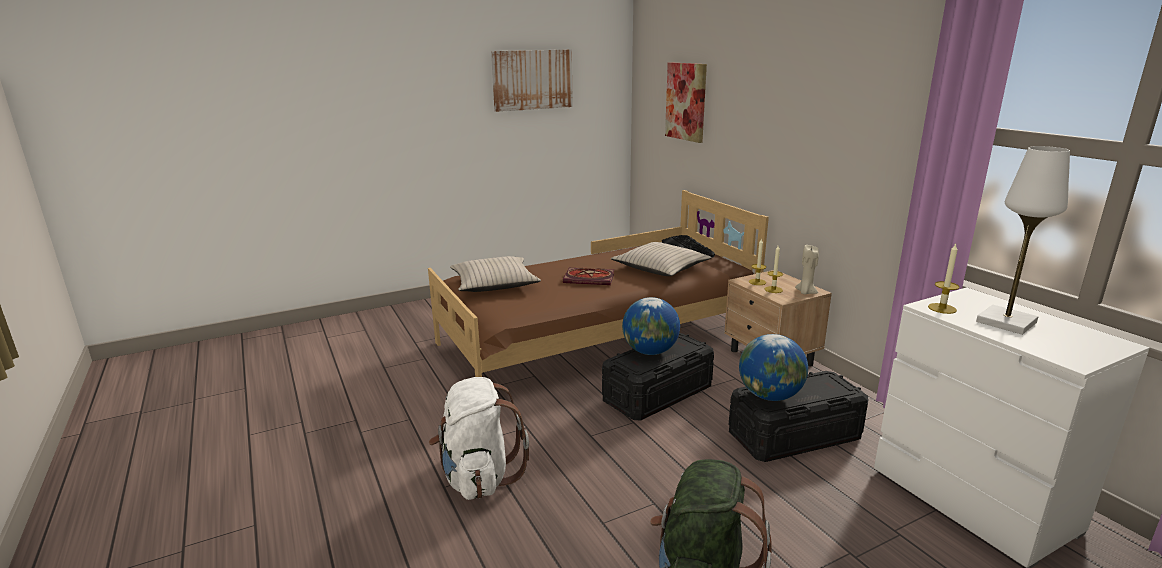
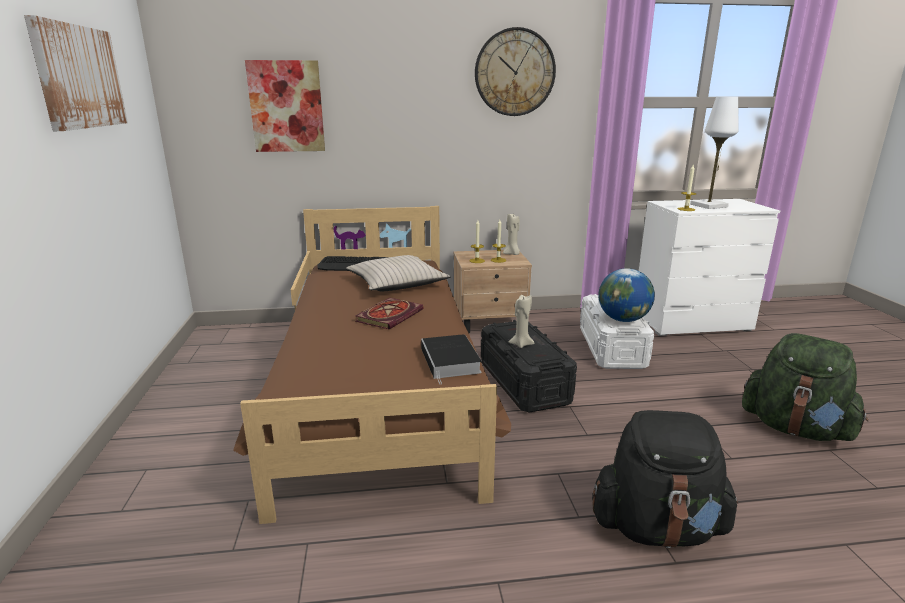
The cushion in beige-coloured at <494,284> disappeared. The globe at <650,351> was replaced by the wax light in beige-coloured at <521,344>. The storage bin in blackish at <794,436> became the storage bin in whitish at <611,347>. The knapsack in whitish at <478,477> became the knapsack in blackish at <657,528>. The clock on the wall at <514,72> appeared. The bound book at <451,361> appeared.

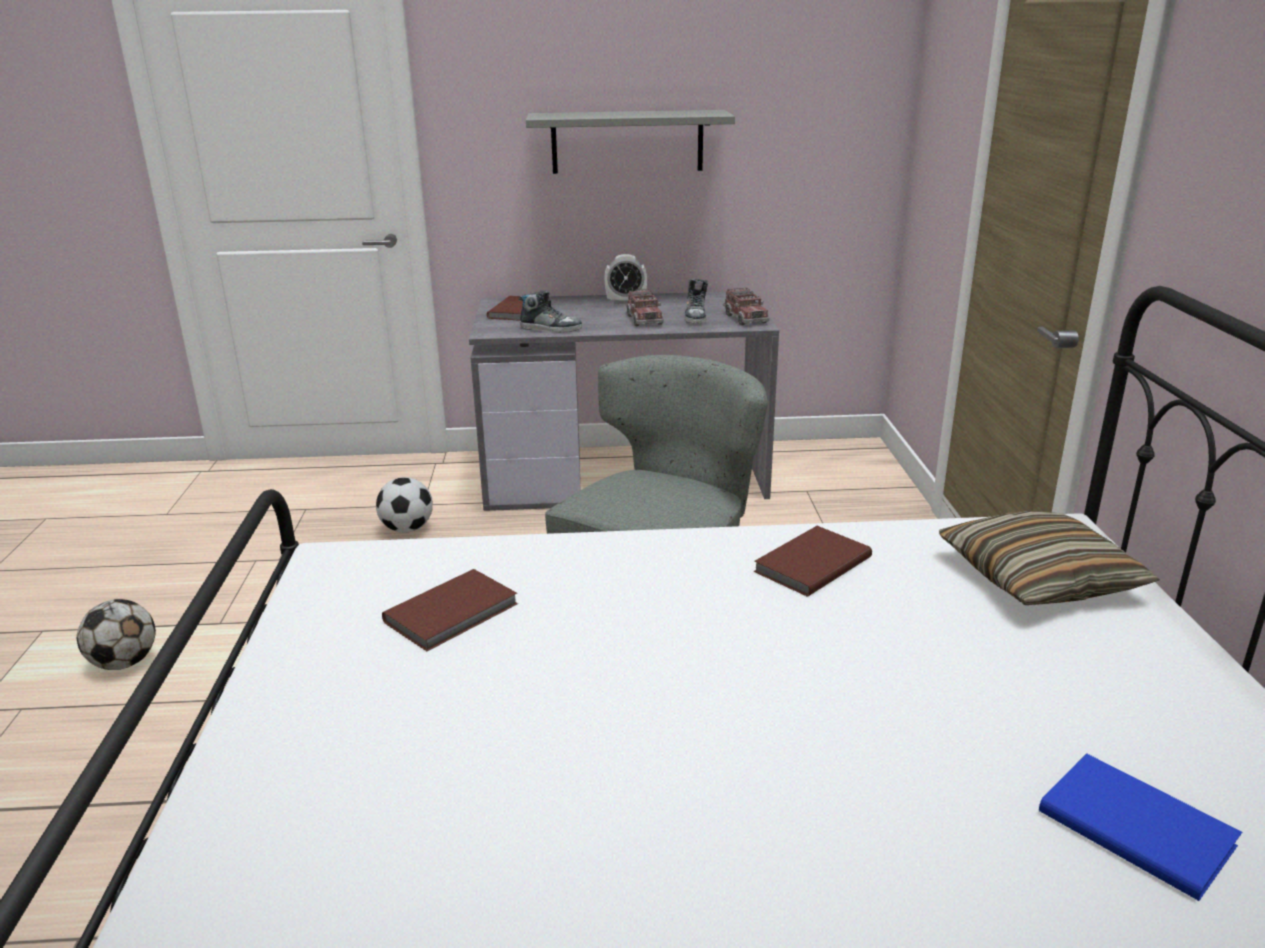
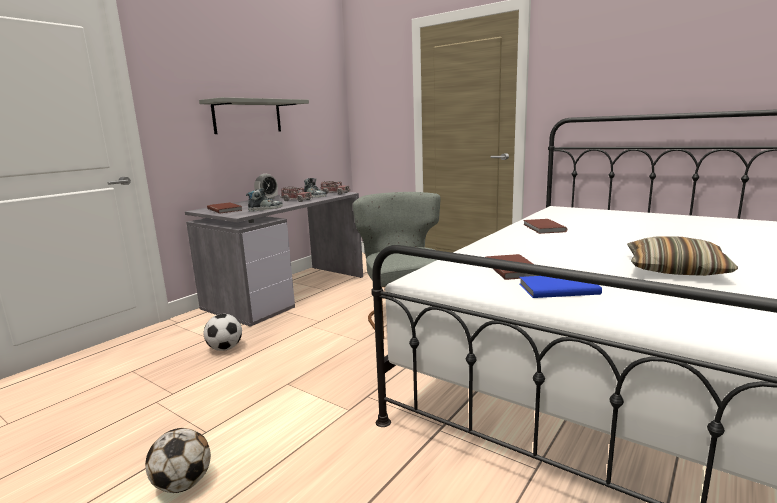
The cushion moved from <1038,578> to <675,269>. The bound book in blue-coloured moved from <1135,825> to <556,288>.

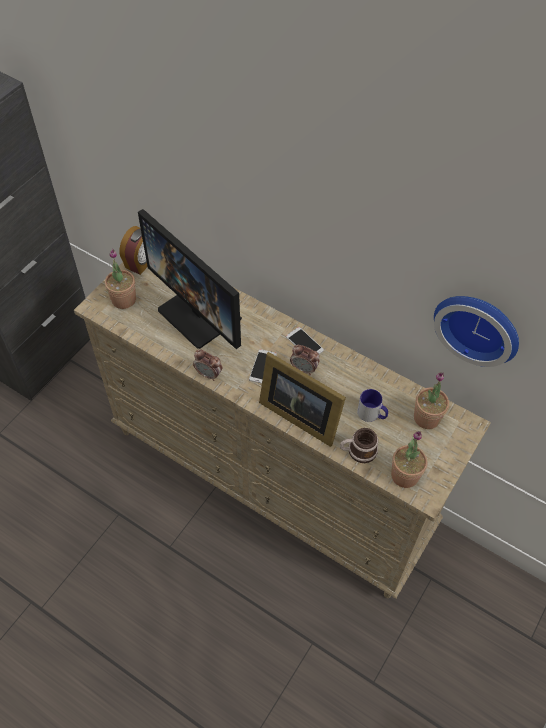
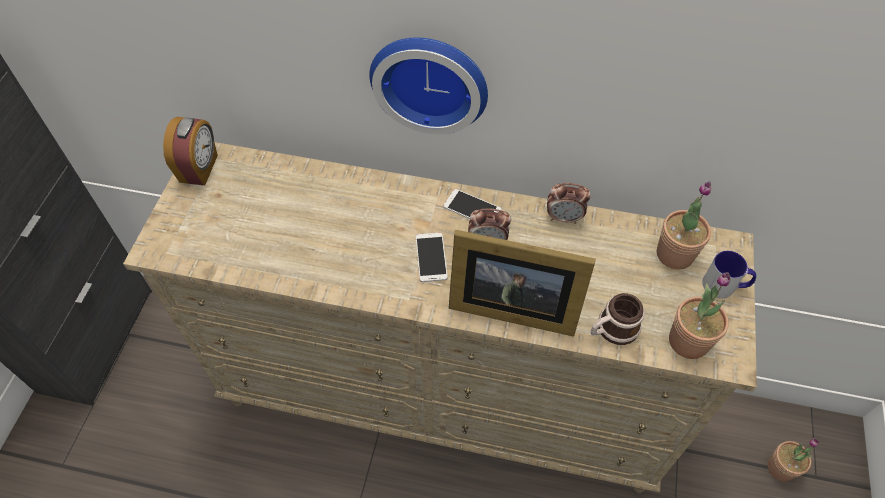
The computer display at <200,314> disappeared. The houseplant moved from <123,299> to <780,468>. The clock on the wall moved from <479,325> to <430,79>. The bedside clock moved from <208,374> to <564,218>. The tea mug moved from <372,414> to <725,286>.

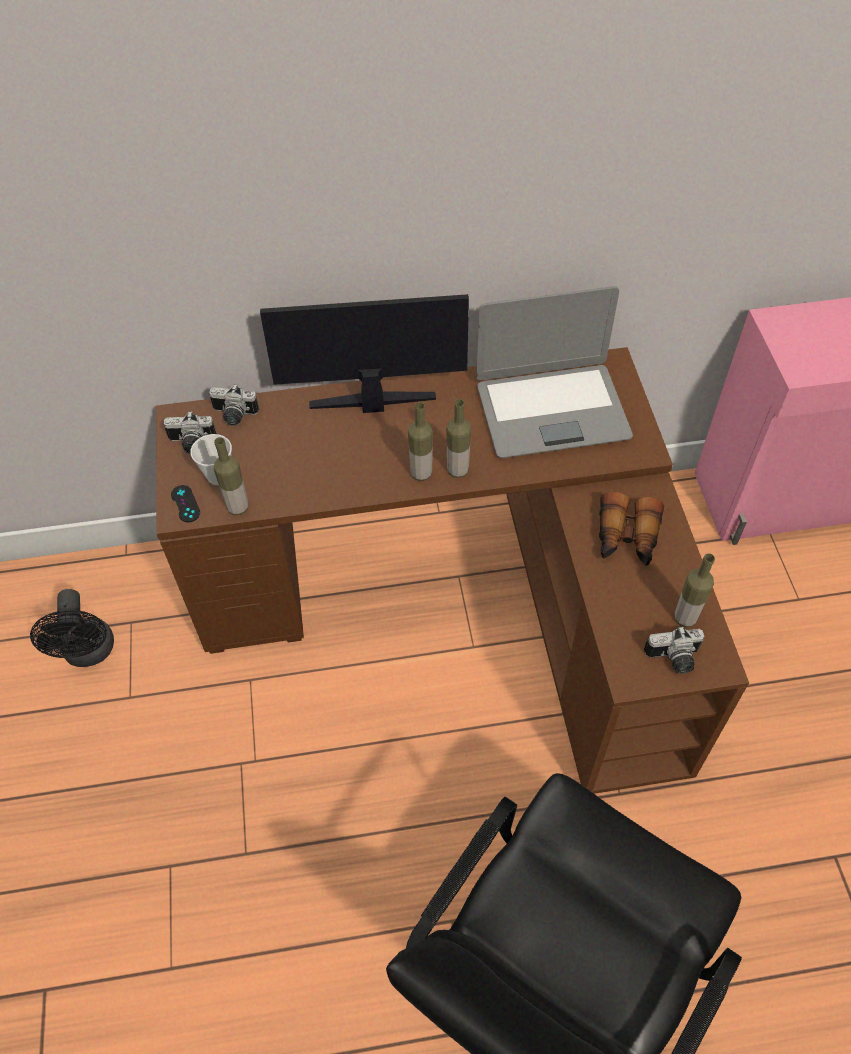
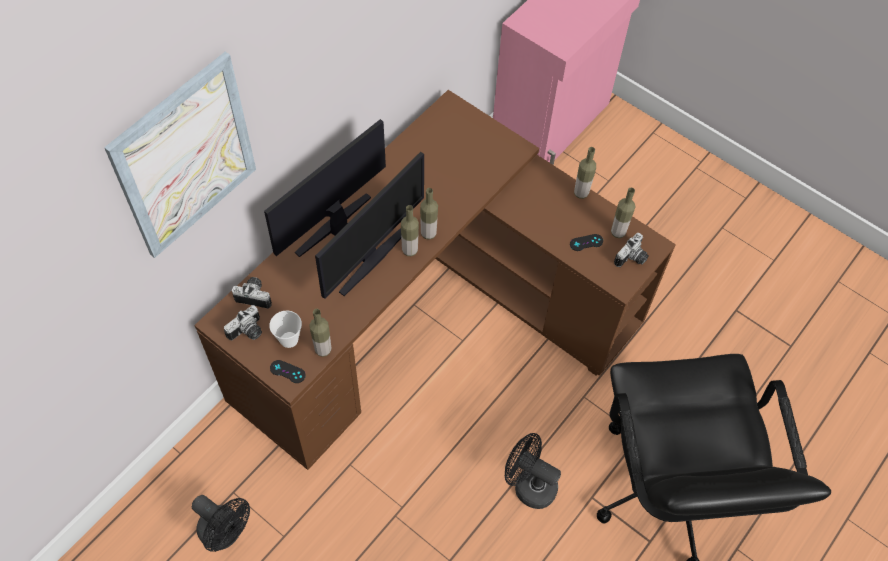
The portable computer at <551,410> disappeared. The still camera at <233,416> turned 135 degrees counterclockwise. The pair of binoculars at <626,538> disappeared. The picture at <185,157> appeared. The bottle at <581,193> appeared. The computer display at <372,258> appeared. The gamepad in blackish at <586,242> appeared. The cooling fan in blackish at <529,484> appeared.

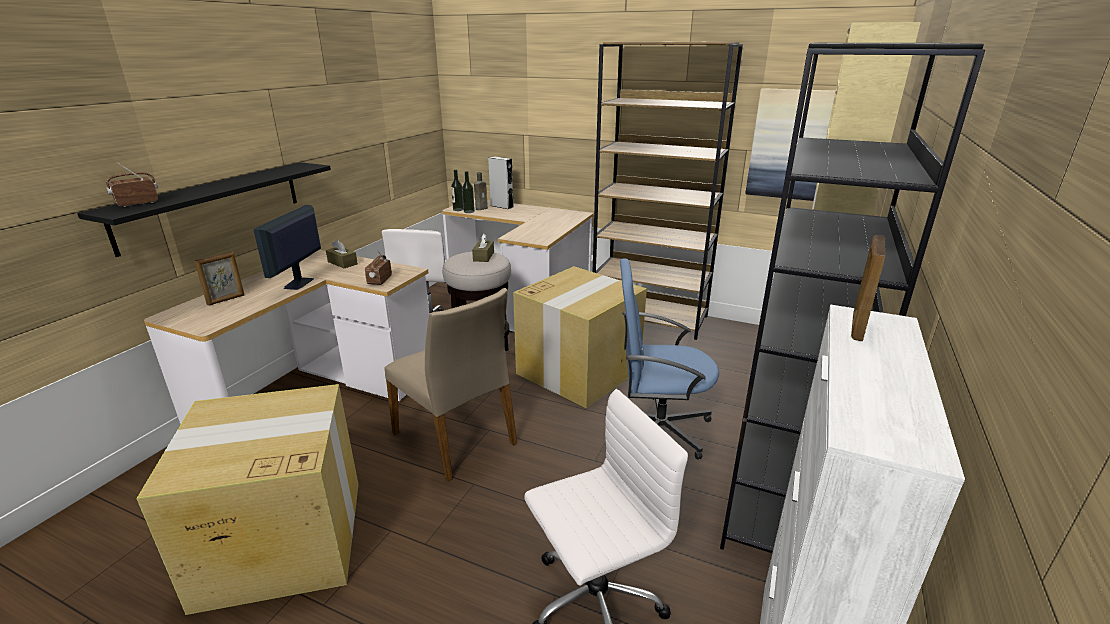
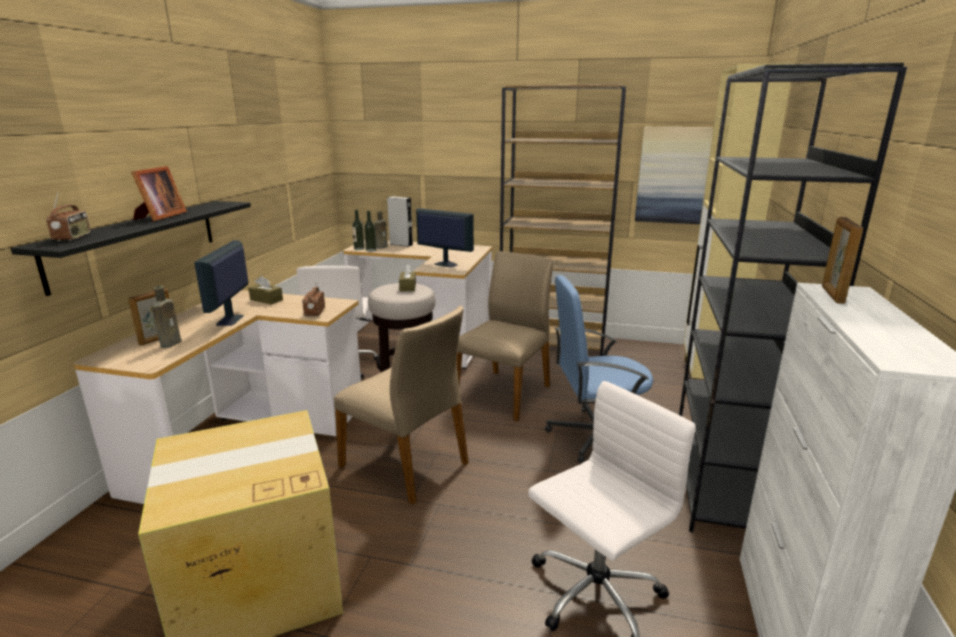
The radio set at <137,203> turned 135 degrees clockwise. The cardboard box at <579,371> was replaced by the chair in beige-coloured at <504,393>. The photo frame at <160,217> appeared. The computer display at <445,264> appeared. The bottle in brown-coloured at <172,343> appeared.

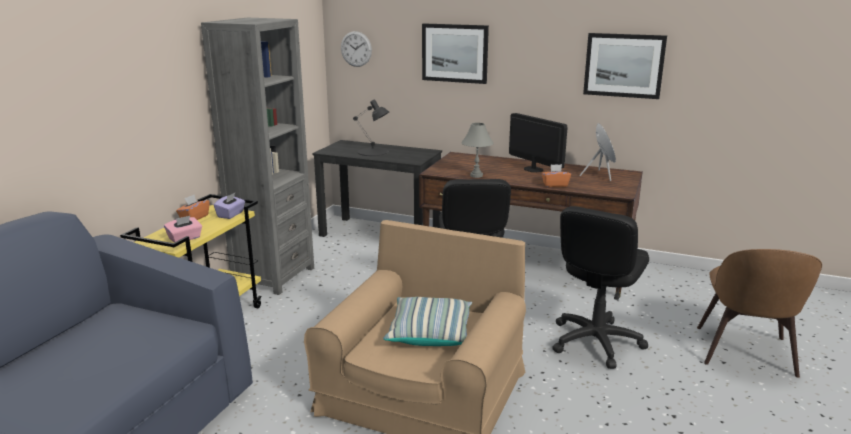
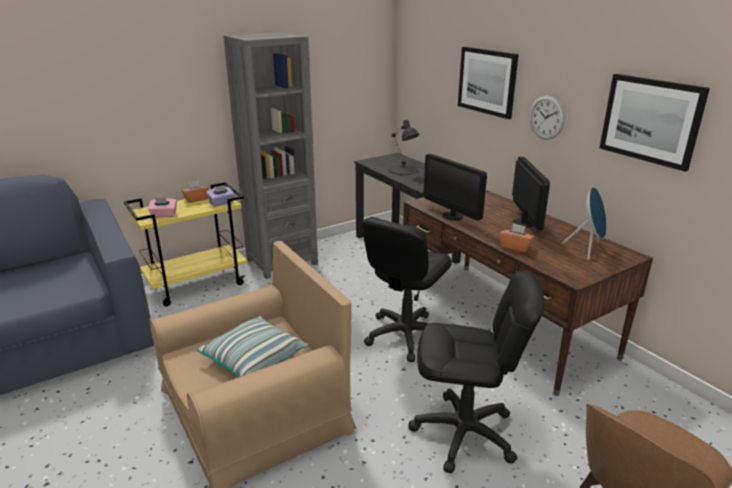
The clock on the wall moved from <356,49> to <546,117>. The tabletop lamp in greyish at <476,175> was replaced by the computer display at <452,216>. The desk chair in blackish at <595,342> turned 150 degrees counterclockwise.

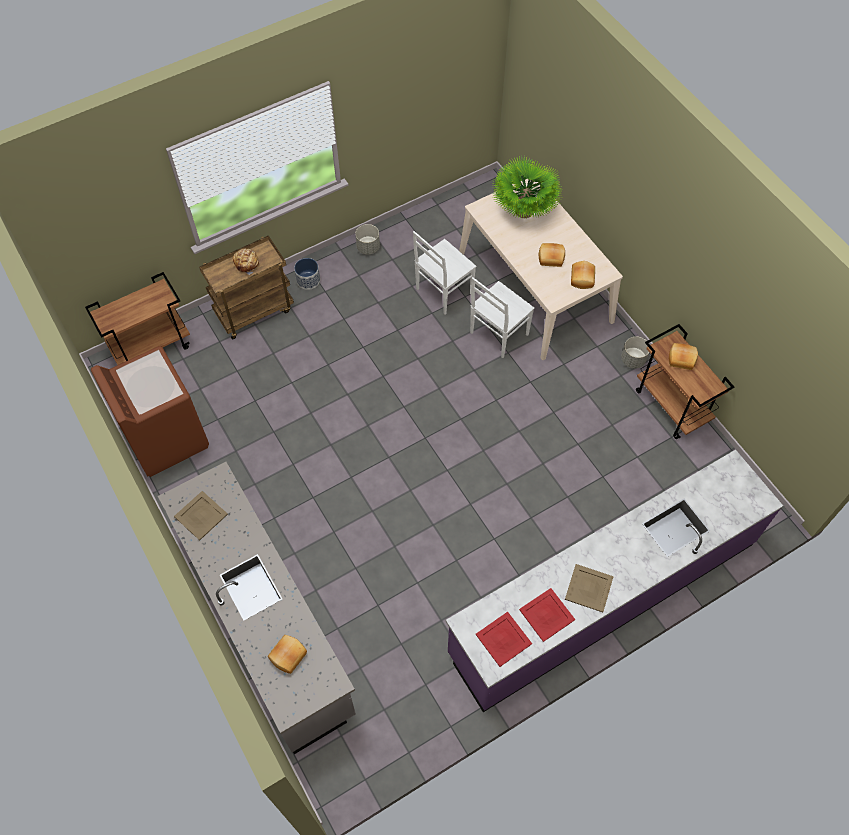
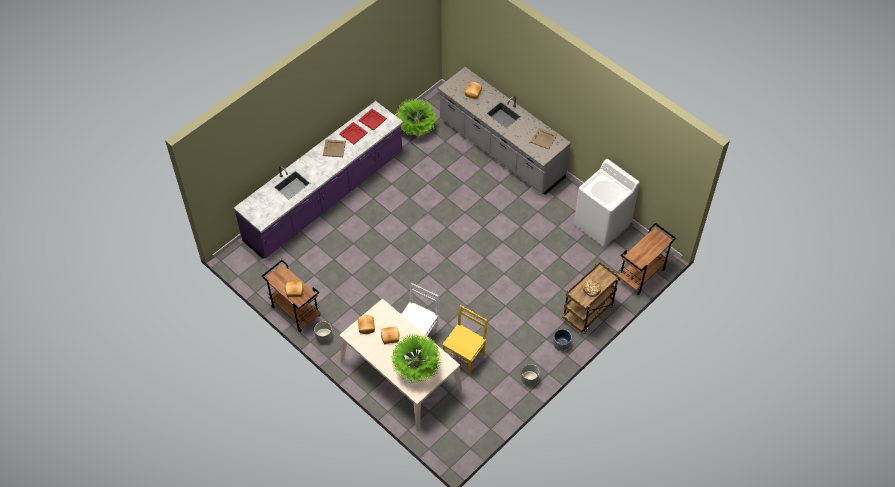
The chair in whitish at <443,292> became the chair in yellowish at <464,357>. The washing machine in brown-coloured at <165,437> became the washing machine in whitish at <602,224>. The houseplant at <416,130> appeared.

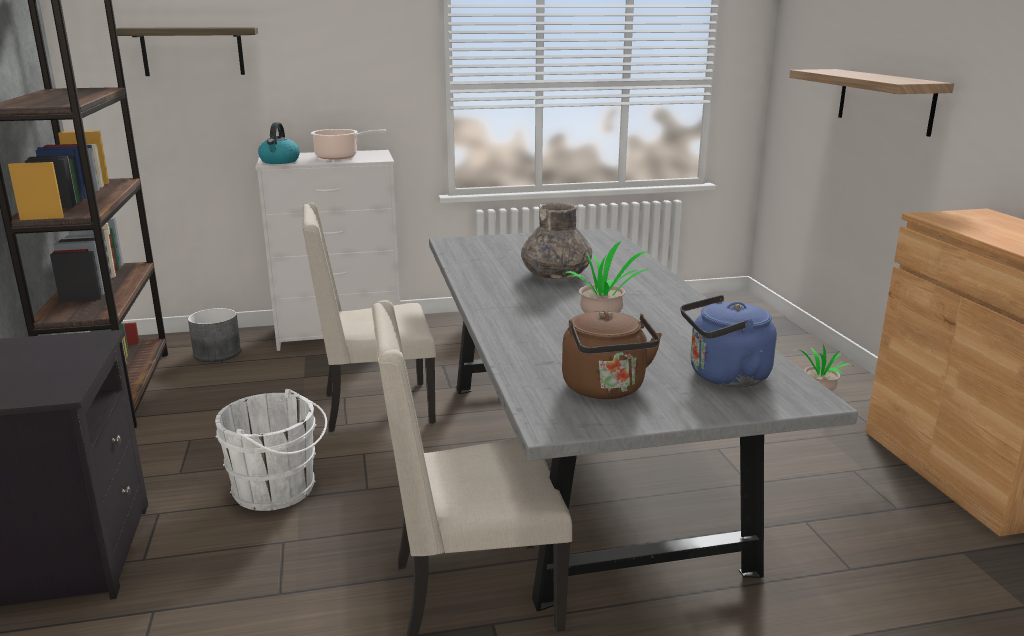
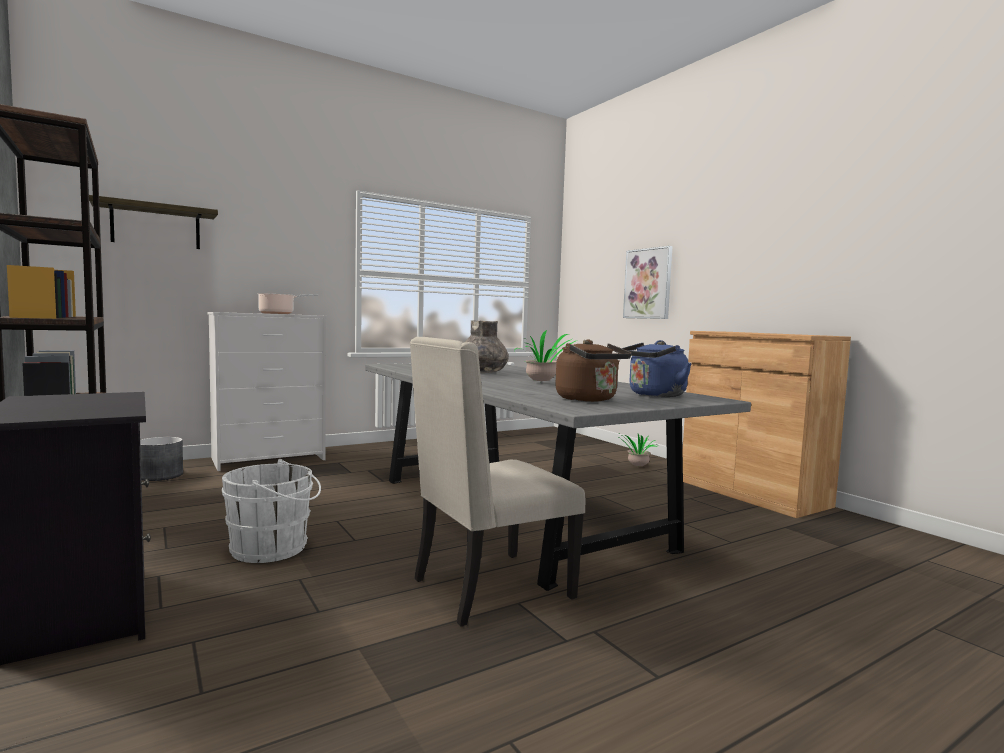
The shelf at <885,101> was replaced by the picture at <648,283>. The water kettle at <279,161> disappeared. The chair in beige-coloured at <375,408> disappeared.

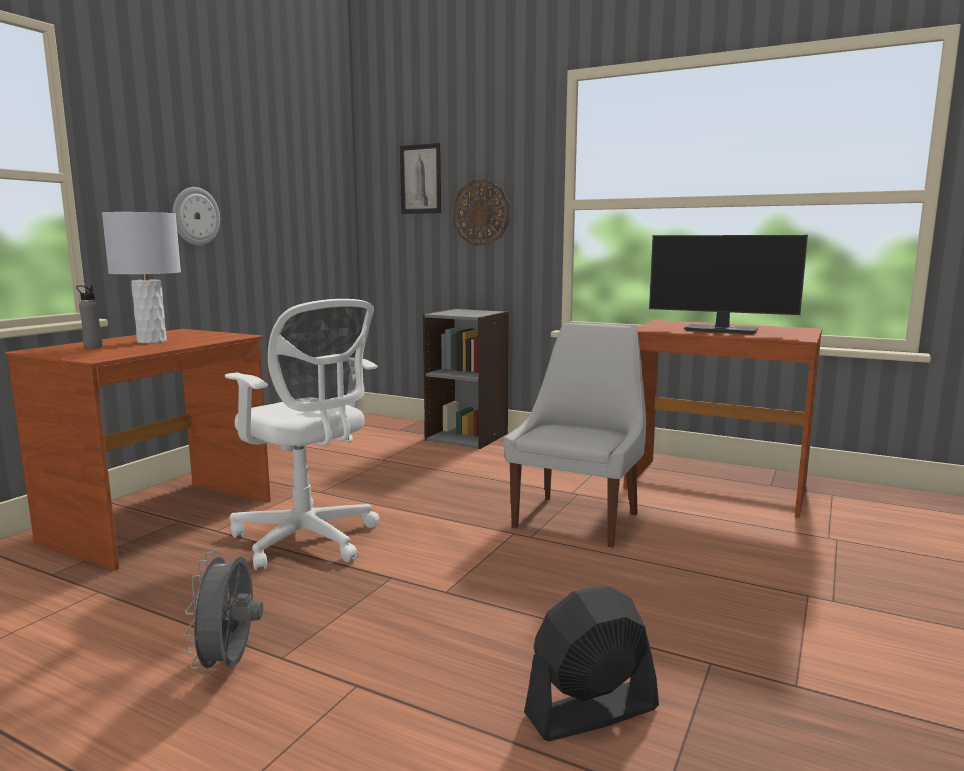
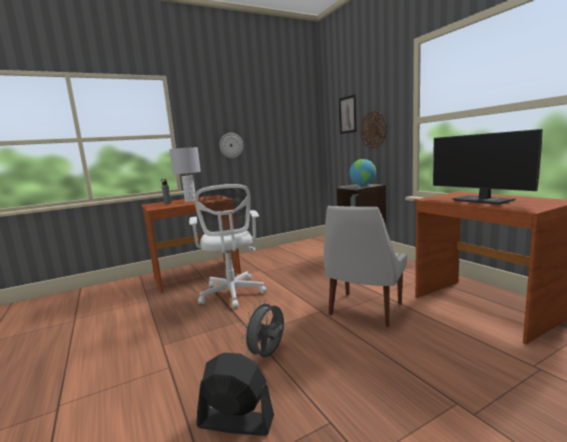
The chair in whitish at <578,519> turned 150 degrees clockwise. The cooling fan in greyish moved from <230,664> to <268,355>. The globe at <363,185> appeared.

